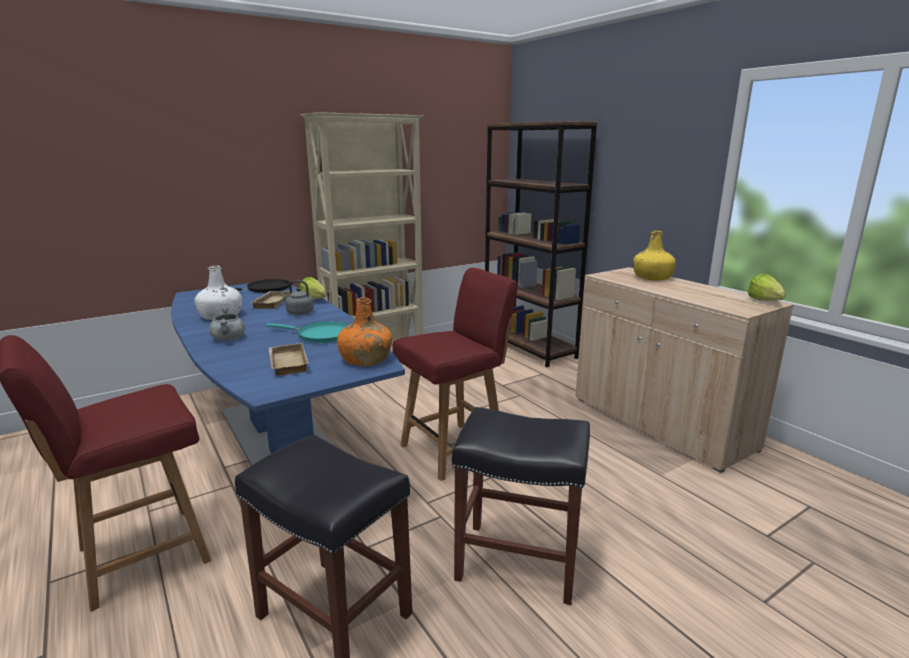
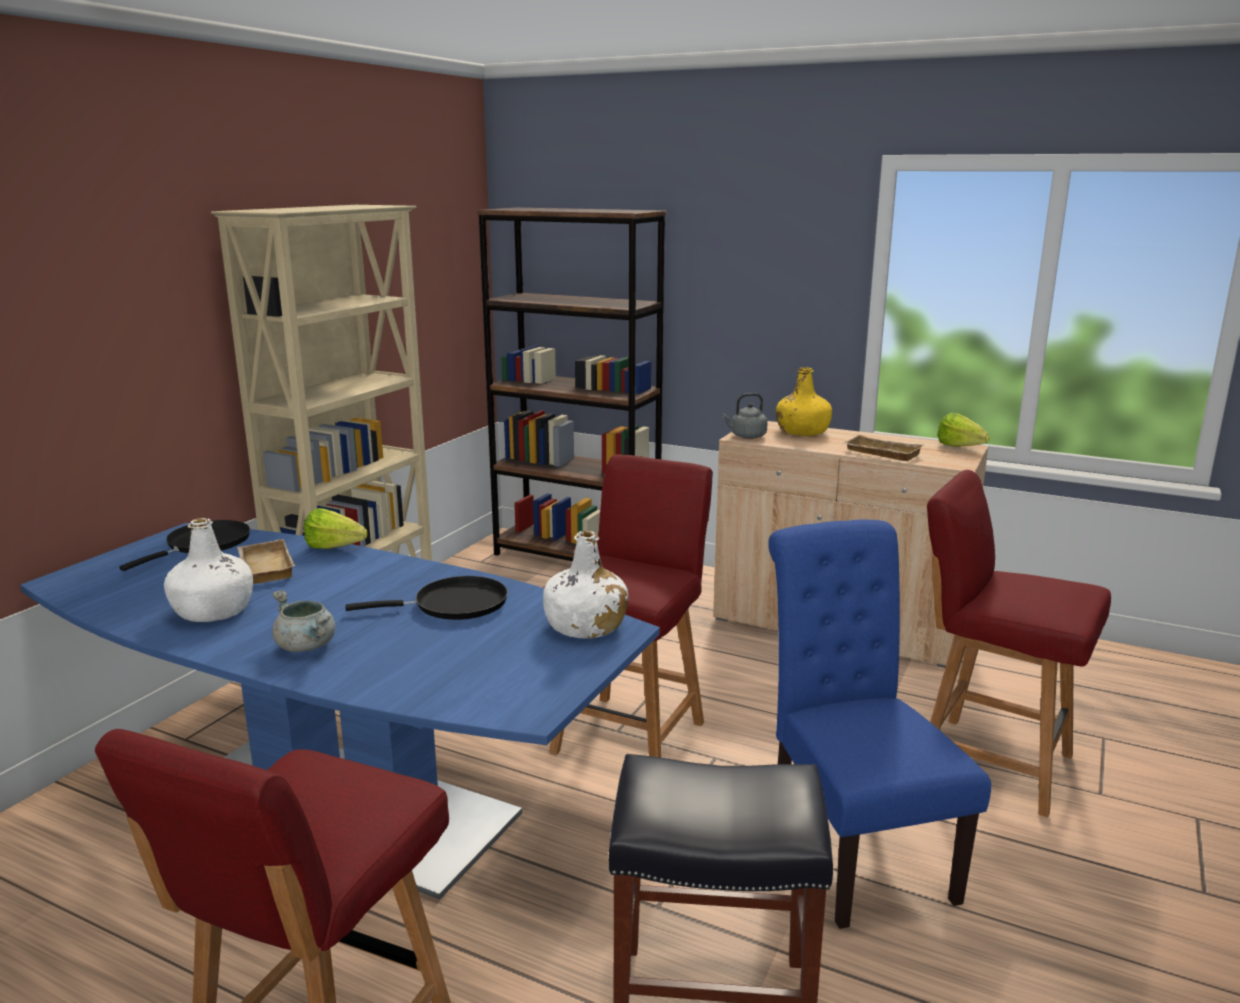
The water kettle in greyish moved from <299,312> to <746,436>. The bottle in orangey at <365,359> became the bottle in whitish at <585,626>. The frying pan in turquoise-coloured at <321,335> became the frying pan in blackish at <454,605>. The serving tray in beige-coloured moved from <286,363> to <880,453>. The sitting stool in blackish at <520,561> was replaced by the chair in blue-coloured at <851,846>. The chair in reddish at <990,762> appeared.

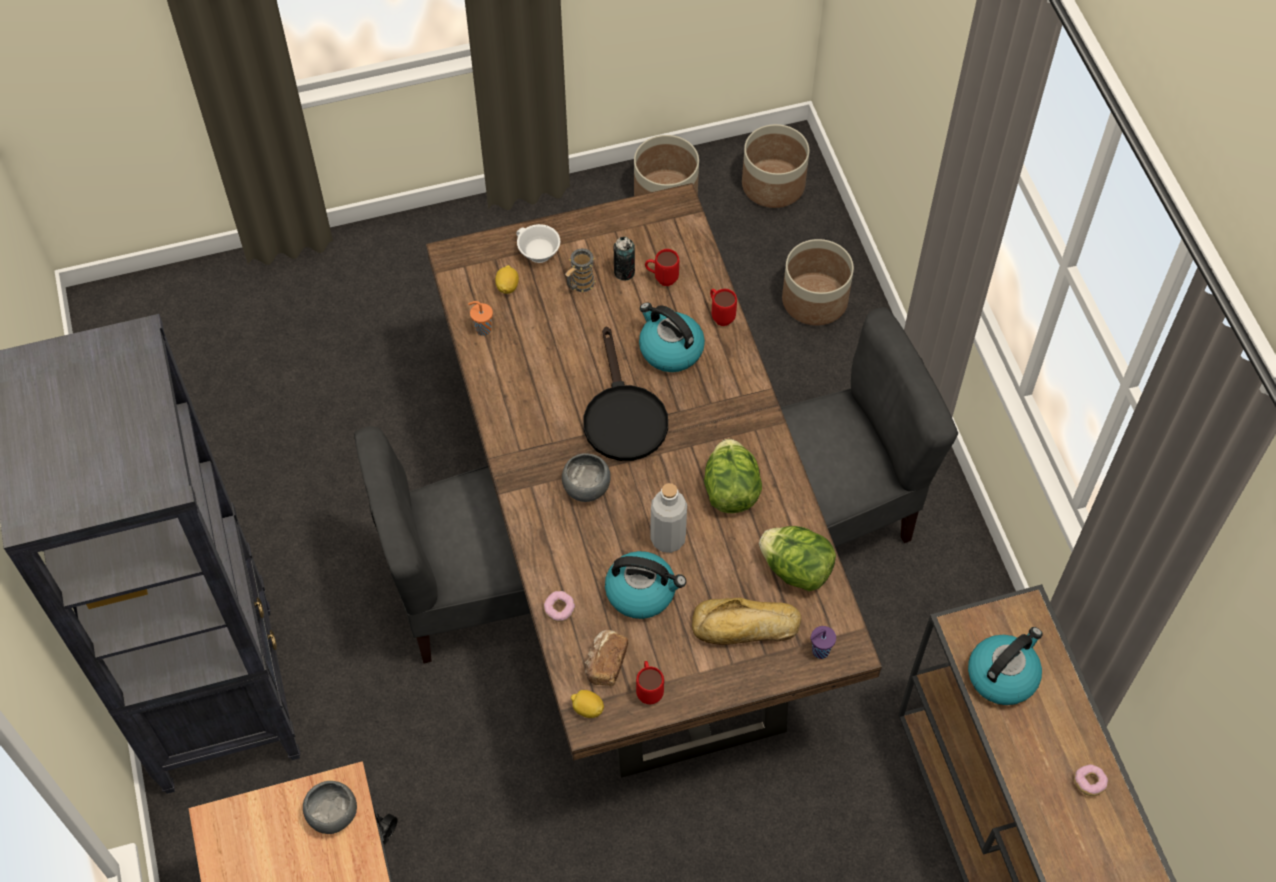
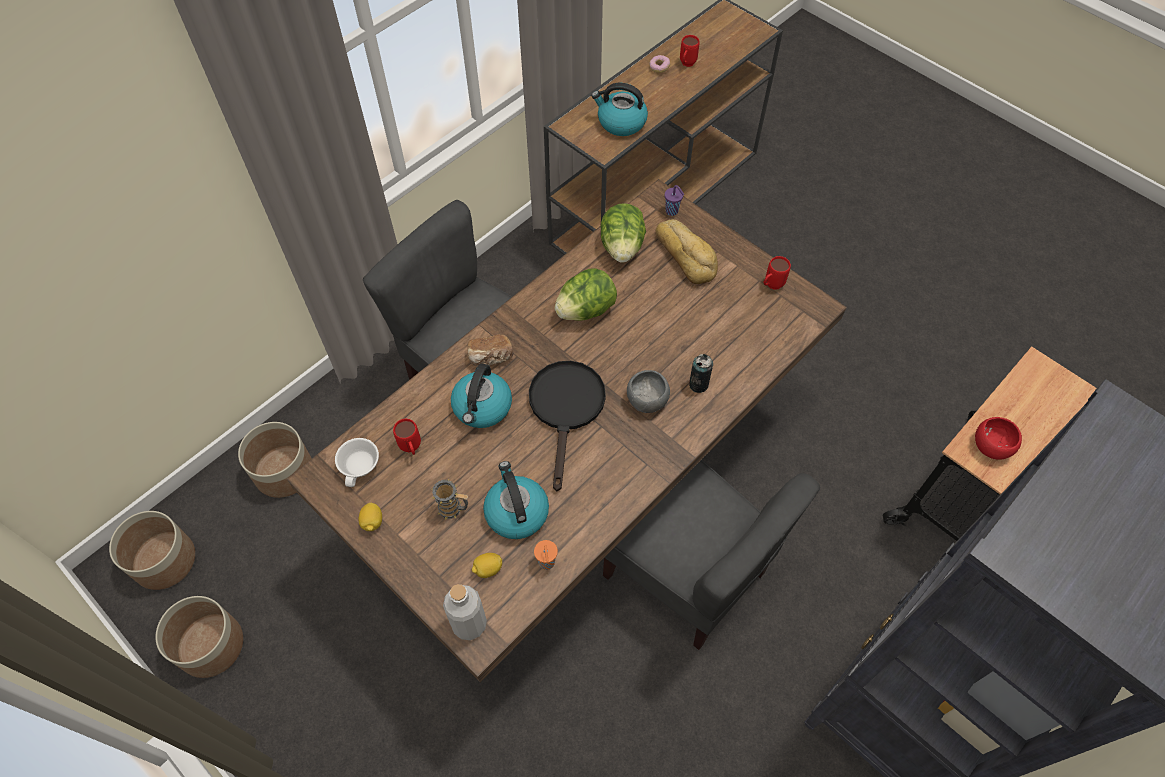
The cup in whitish moved from <537,253> to <361,467>. The metal can moved from <624,272> to <698,384>. The tea mug in reddish moved from <720,315> to <686,65>. The frying pan in blackish at <622,415> turned 45 degrees counterclockwise. The bottle in greyish moved from <668,538> to <469,624>. The water kettle moved from <642,592> to <516,512>. The donut at <559,609> disappeared. The bakery bread moved from <605,663> to <491,358>. The citrus fruit moved from <587,709> to <372,522>. The serving bowl in greyish at <333,815> became the serving bowl in reddish at <992,445>.

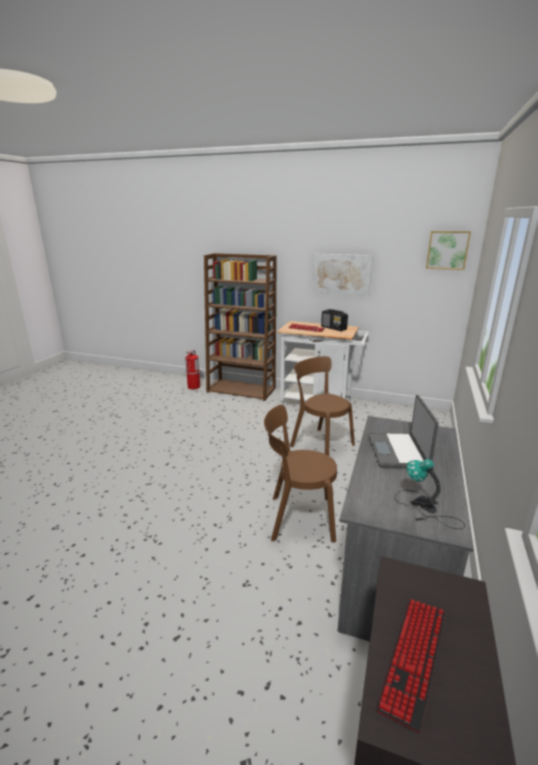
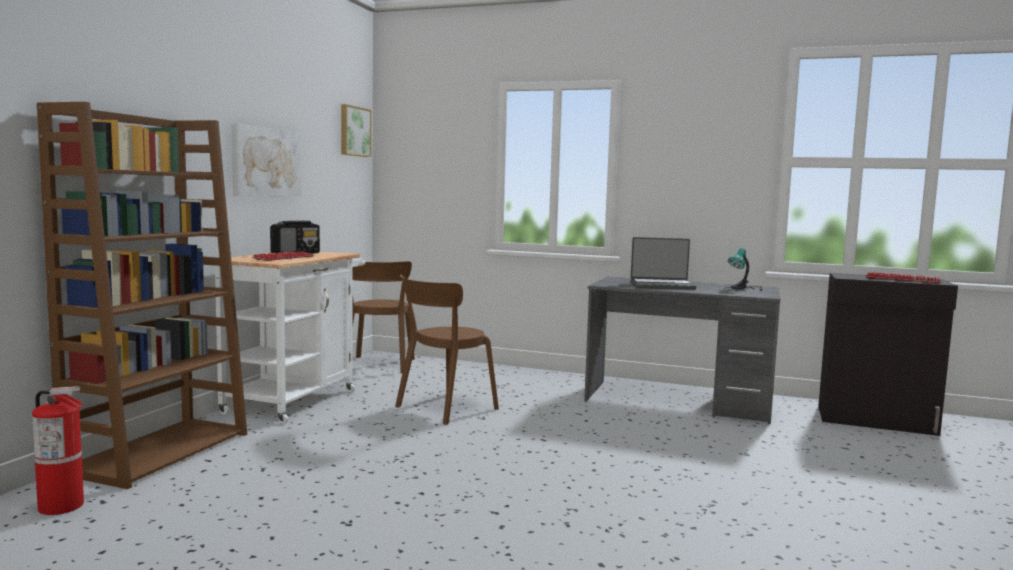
The chair in brown-coloured moved from <297,518> to <378,366>.

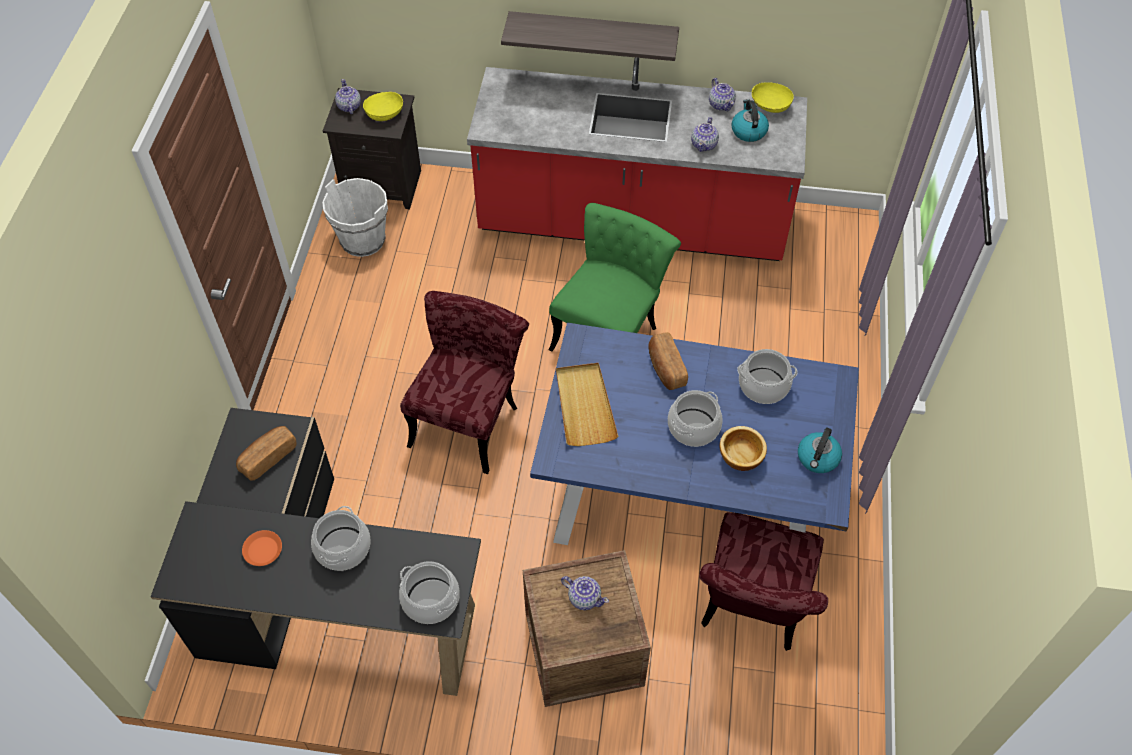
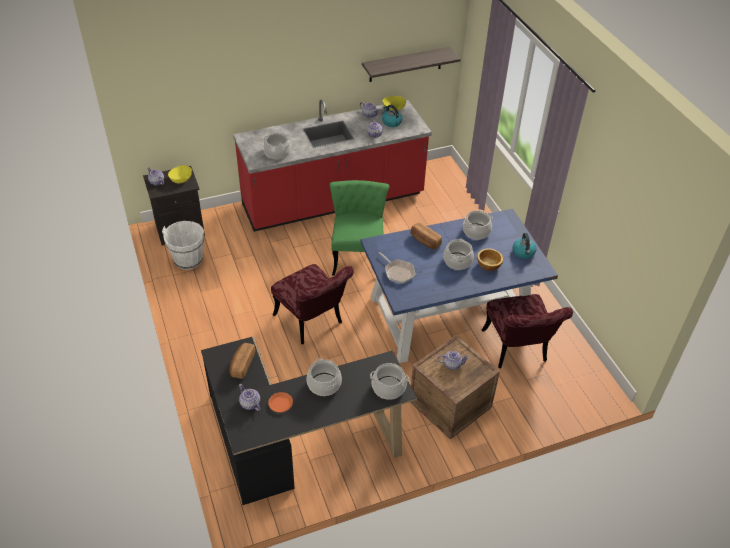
The shelf moved from <593,35> to <405,64>. The chair in reddish at <469,417> turned 150 degrees clockwise. The serving tray in beige-coloured at <584,406> was replaced by the frying pan at <398,272>. The stockpot at <277,152> appeared. The teapot at <250,404> appeared.

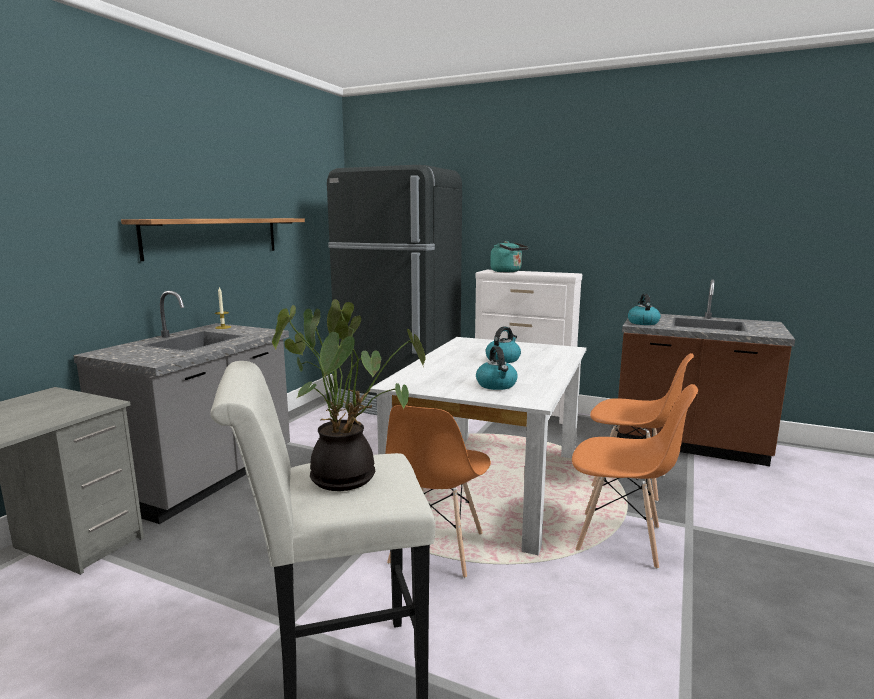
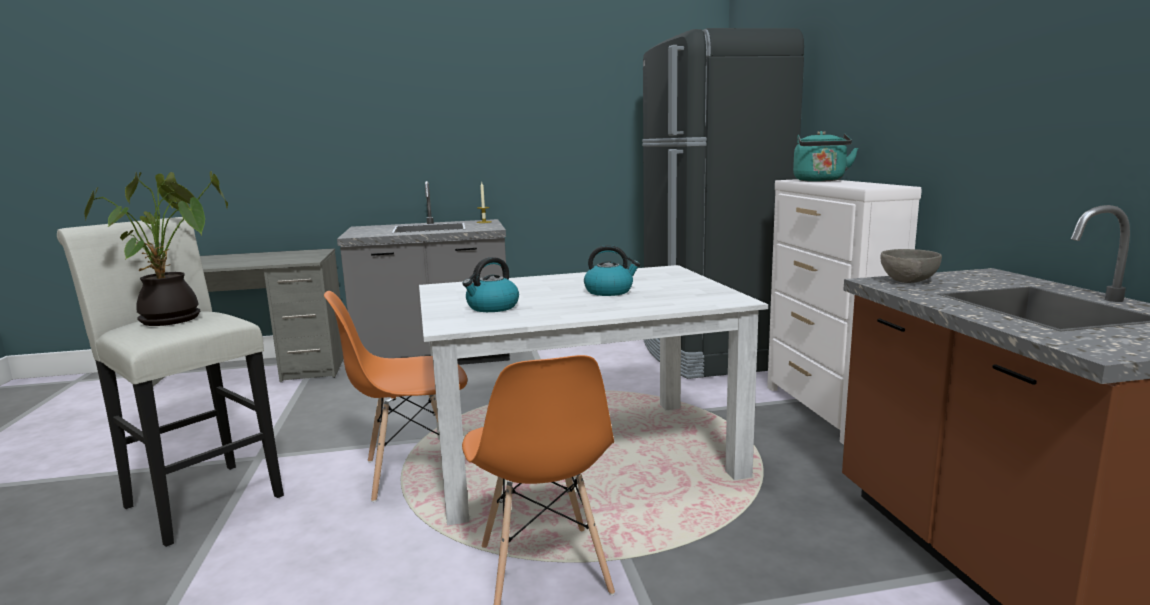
The shelf at <214,237> disappeared. The water kettle at <642,322> was replaced by the serving bowl in greyish at <907,281>. The chair in orangey at <630,481> disappeared.

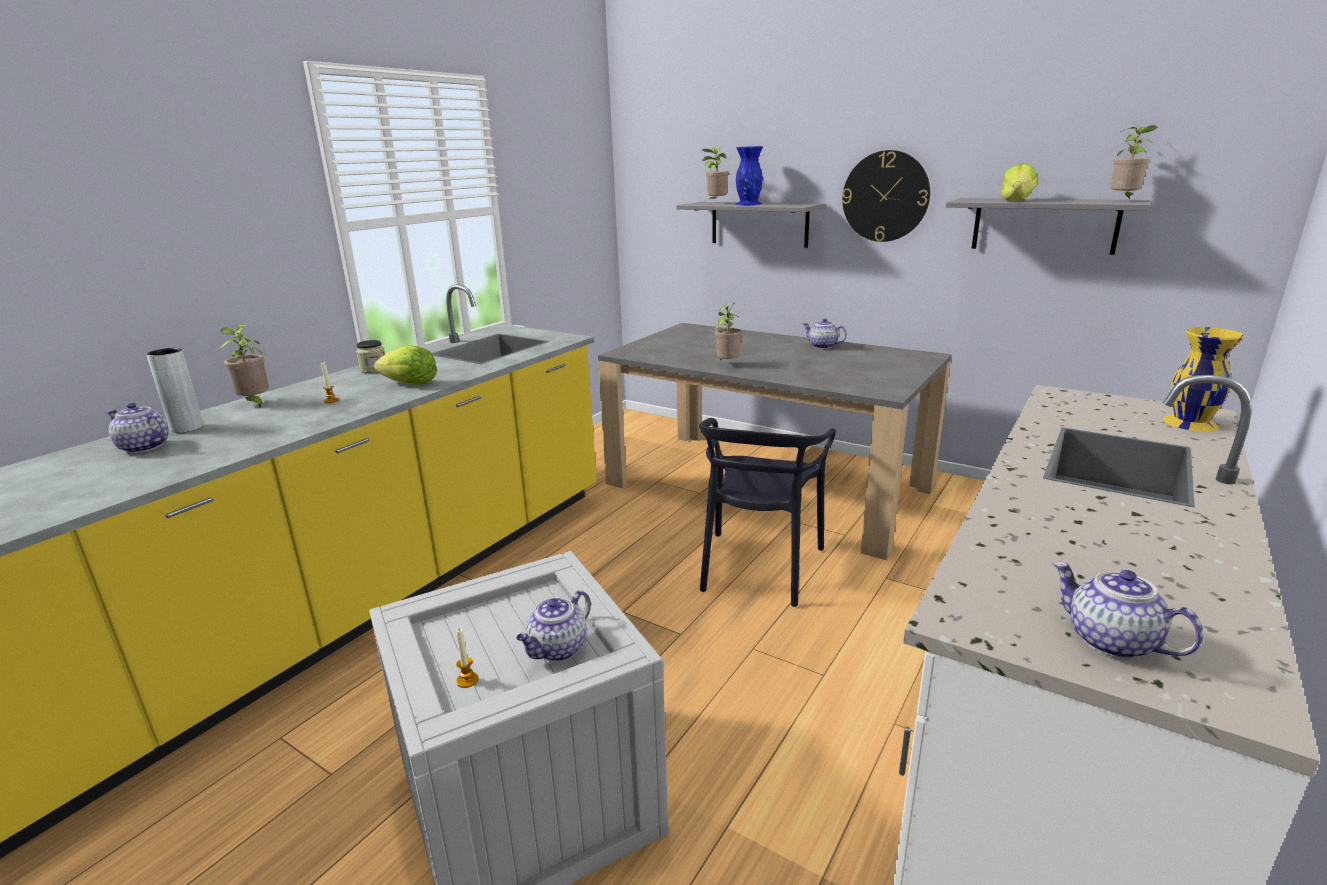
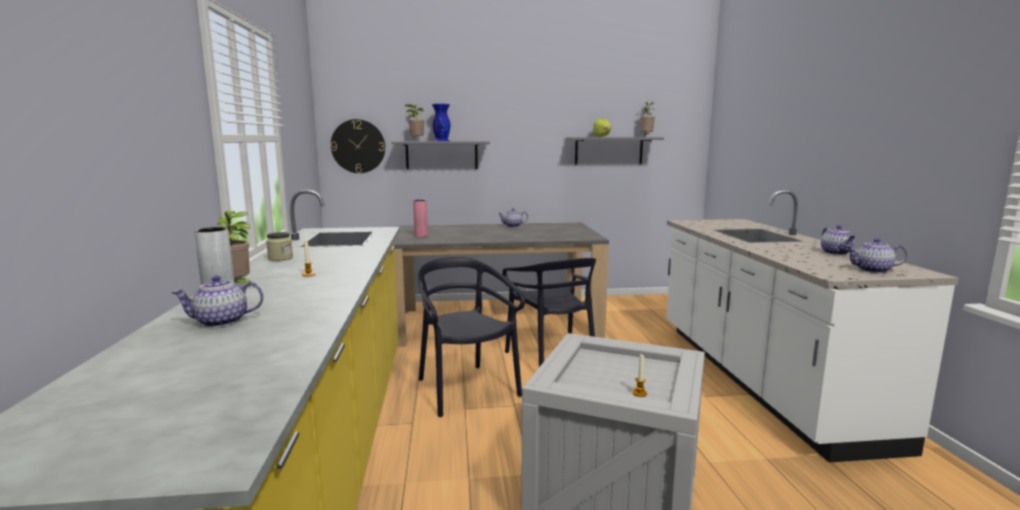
The clock on the wall moved from <885,196> to <358,146>. The houseplant at <727,364> disappeared. The flower vase in yellowish at <1189,422> disappeared. The head of lettuce at <410,384> disappeared. The teapot moved from <558,650> to <836,253>. The flower vase in pinkish at <421,236> appeared. The chair in blackish at <465,389> appeared.

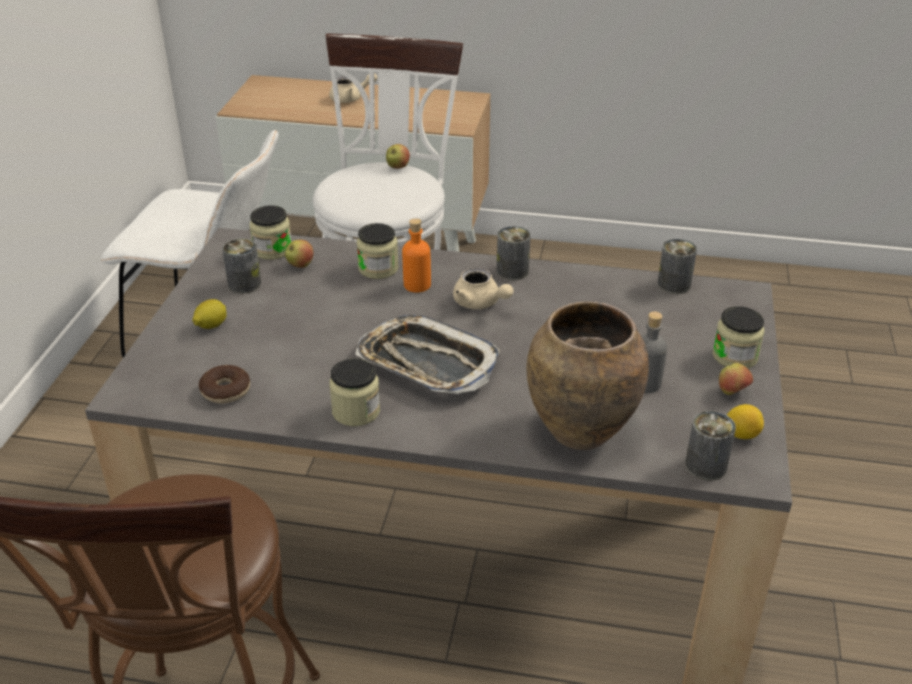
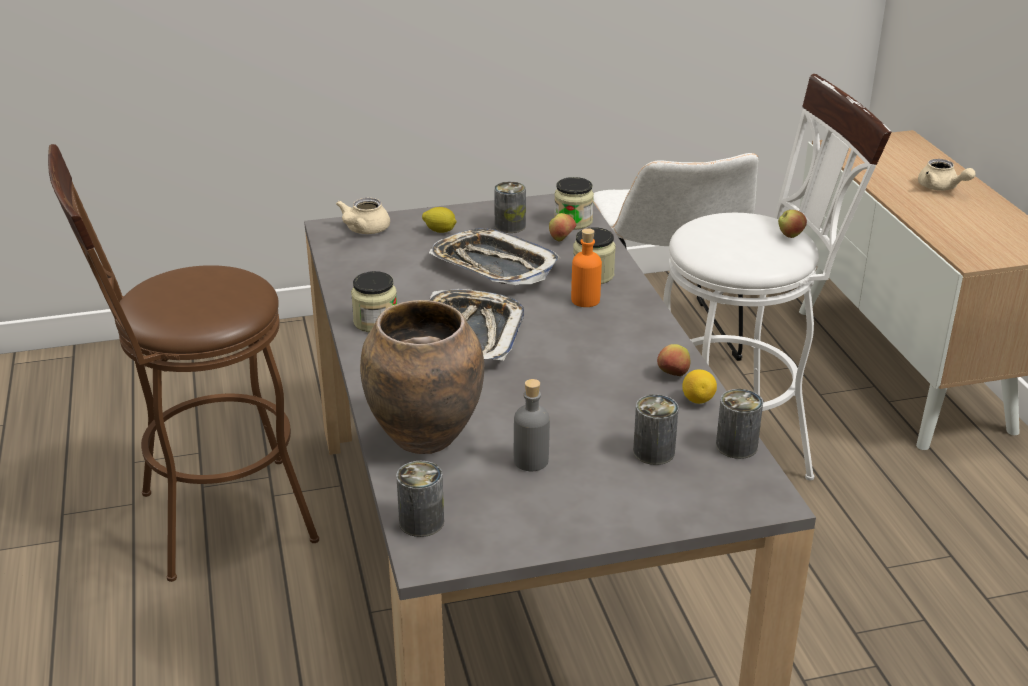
The metal can moved from <512,271> to <653,452>. The teapot in beige-coloured moved from <480,303> to <363,230>. The storage jar at <735,356> disappeared. The apple fruit moved from <732,392> to <673,375>. The donut at <225,391> disappeared. The citrus fruit moved from <741,434> to <698,400>. The serving tray at <493,266> appeared.

